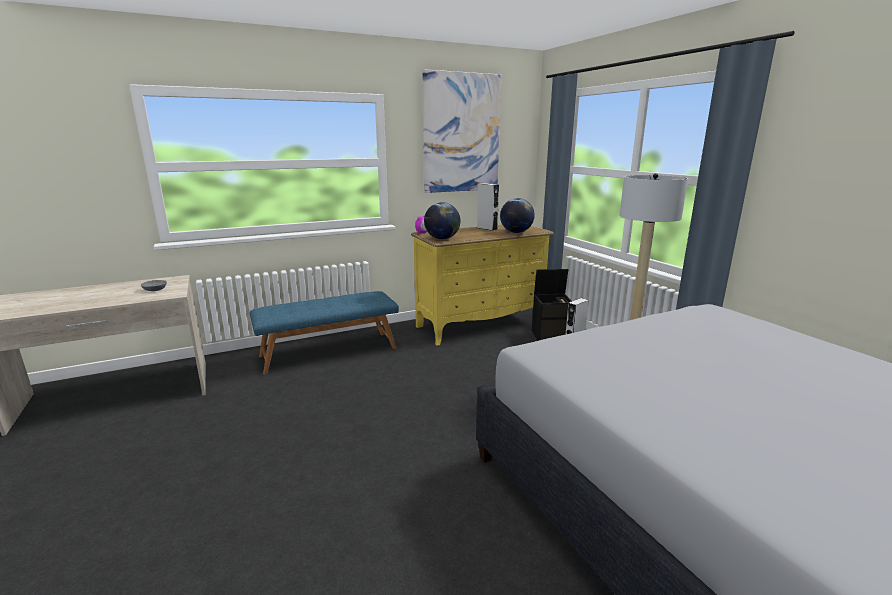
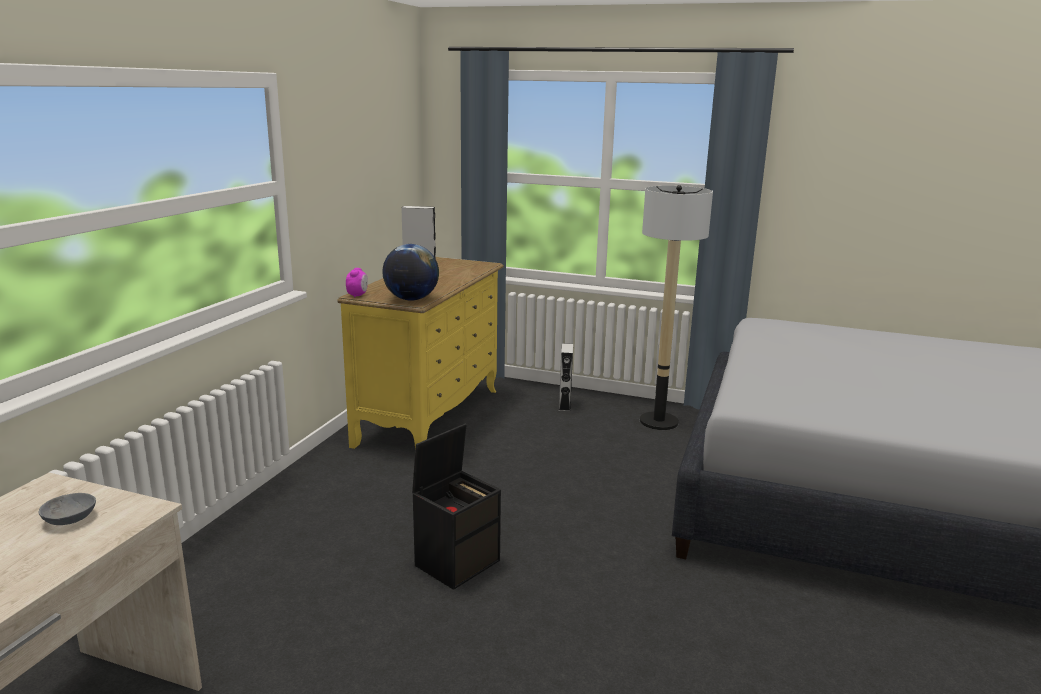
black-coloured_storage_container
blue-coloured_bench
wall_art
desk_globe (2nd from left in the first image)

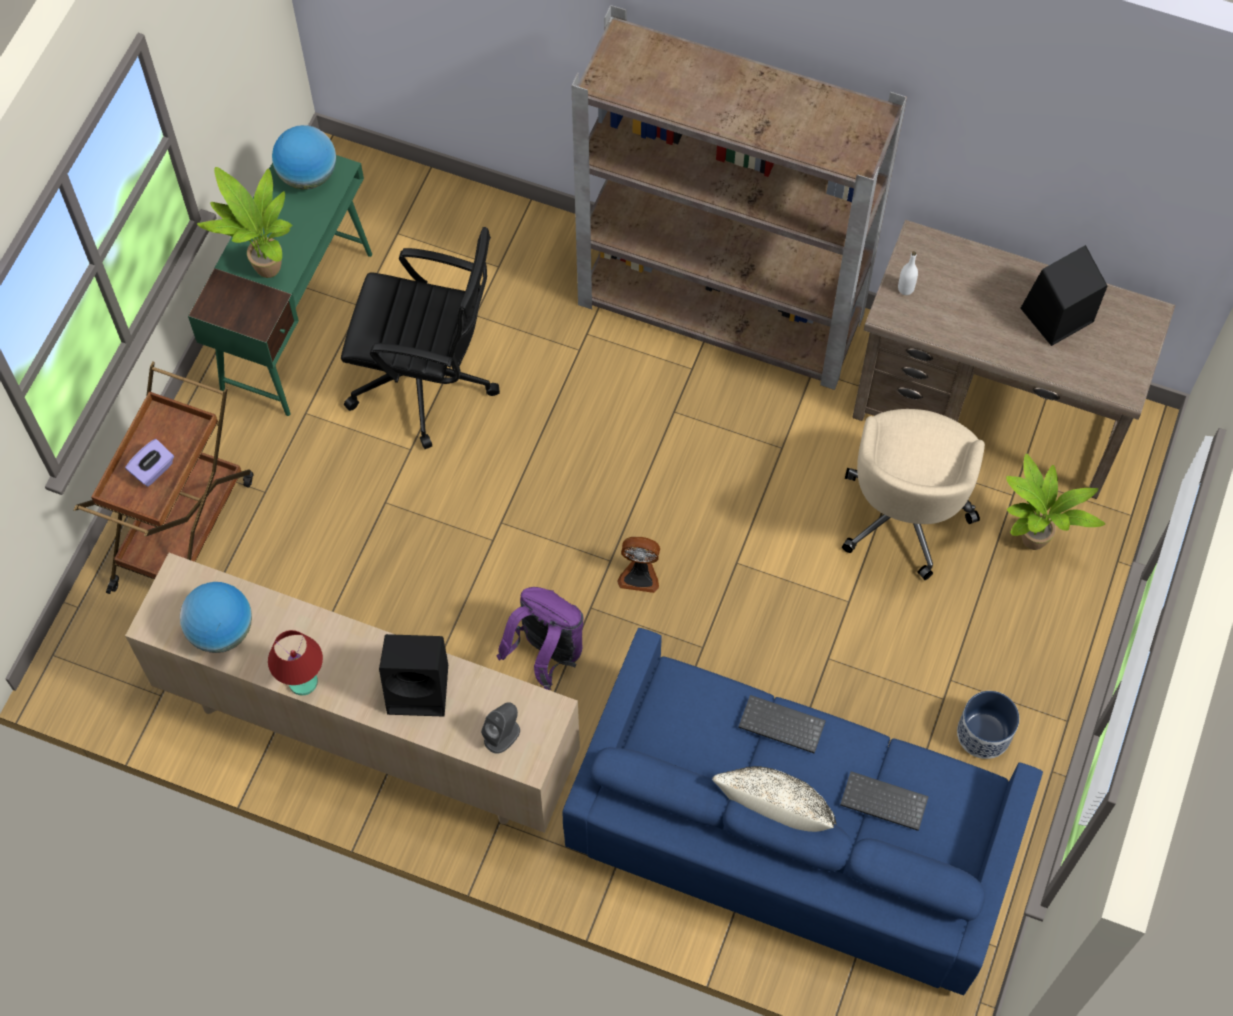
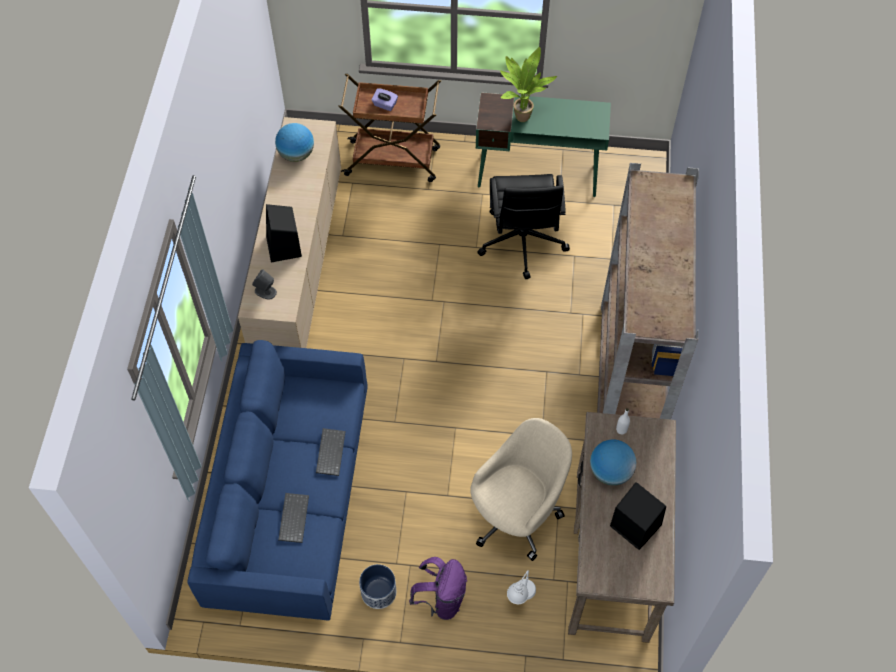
purple_knapsack
sand-coloured_desk_chair
whitish_lamp_for_a_table
desk_globe (2nd from left)
red-coloured_lamp_for_a_table
fan
sand-coloured_throw_pillow

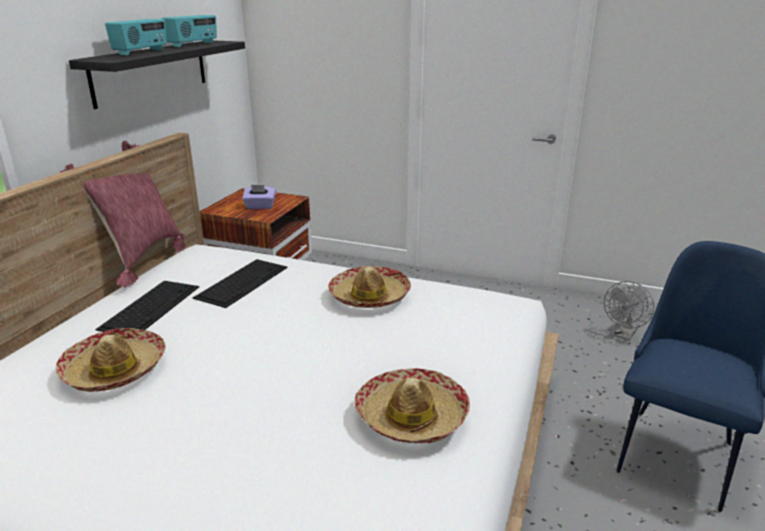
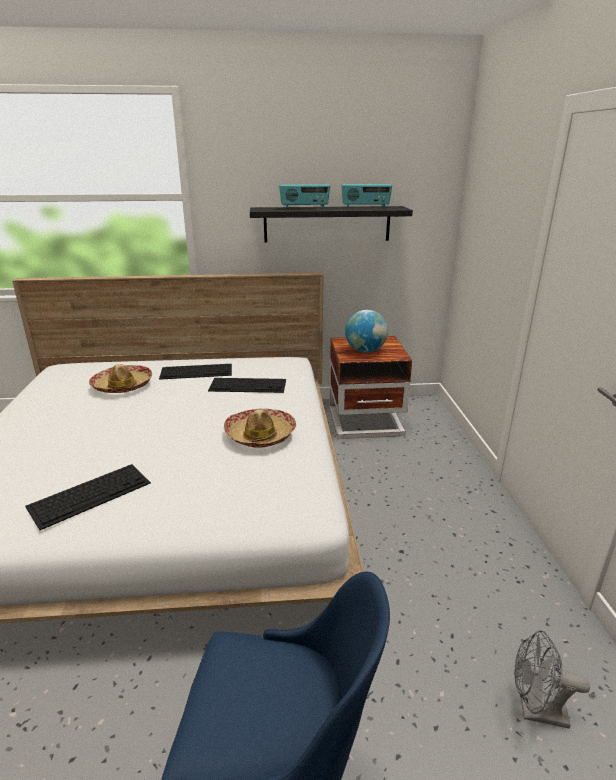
keyboard (1st from left)
desk_globe
red-coloured_throw_pillow

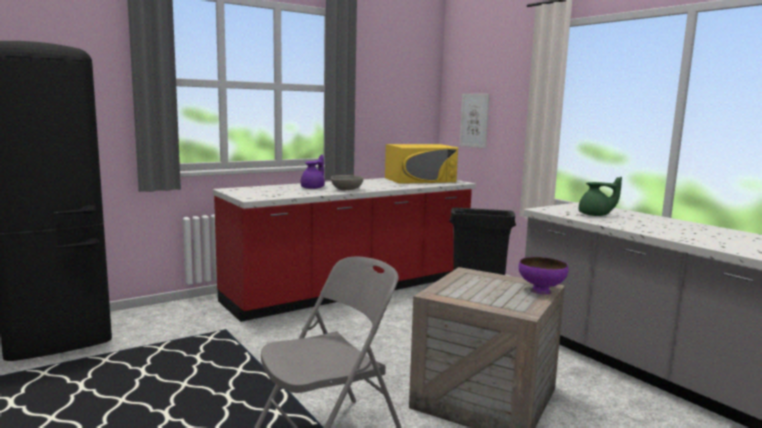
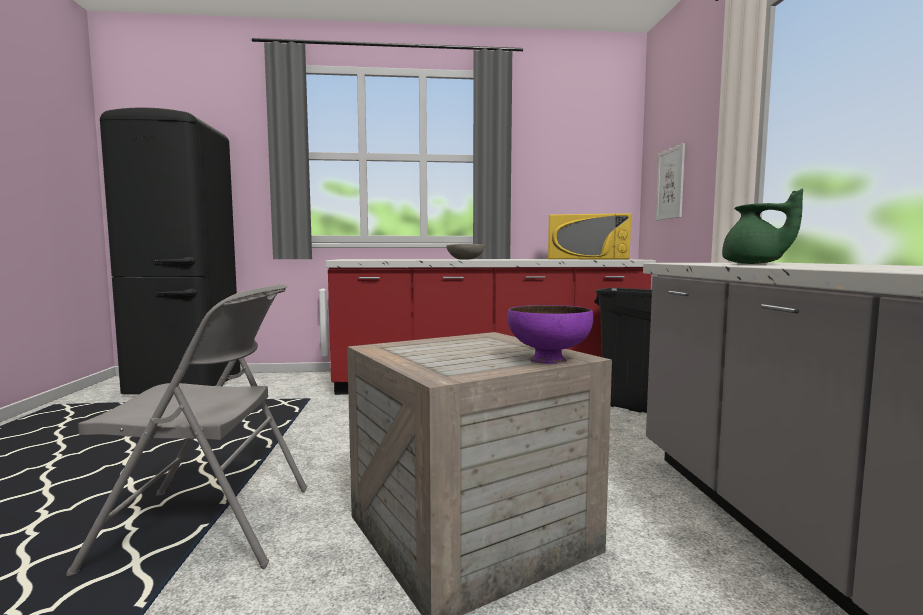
purple_tea_pot

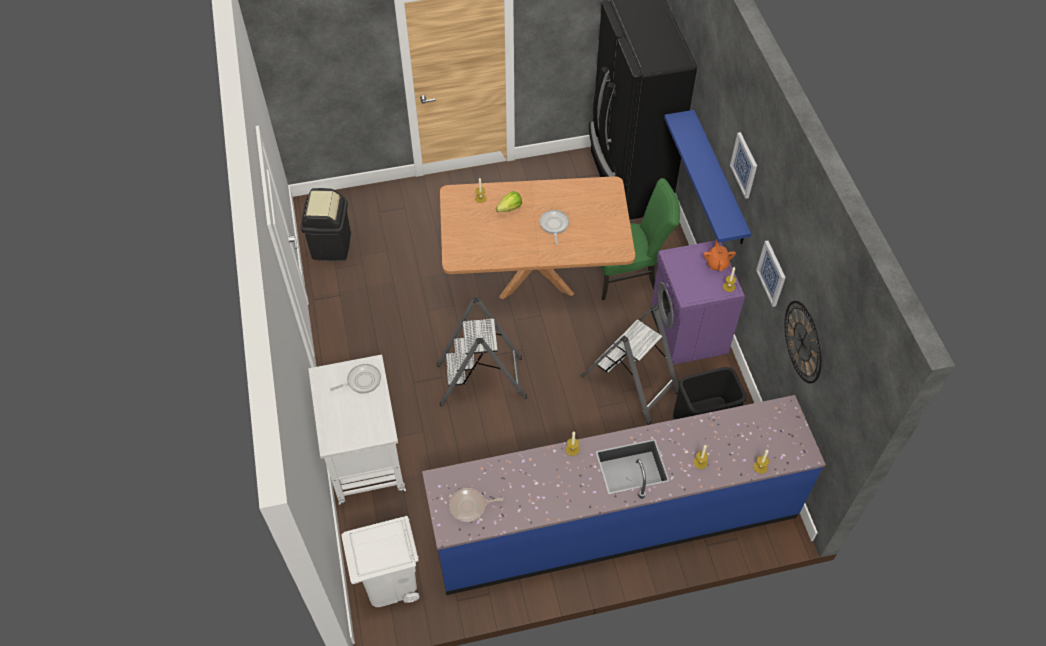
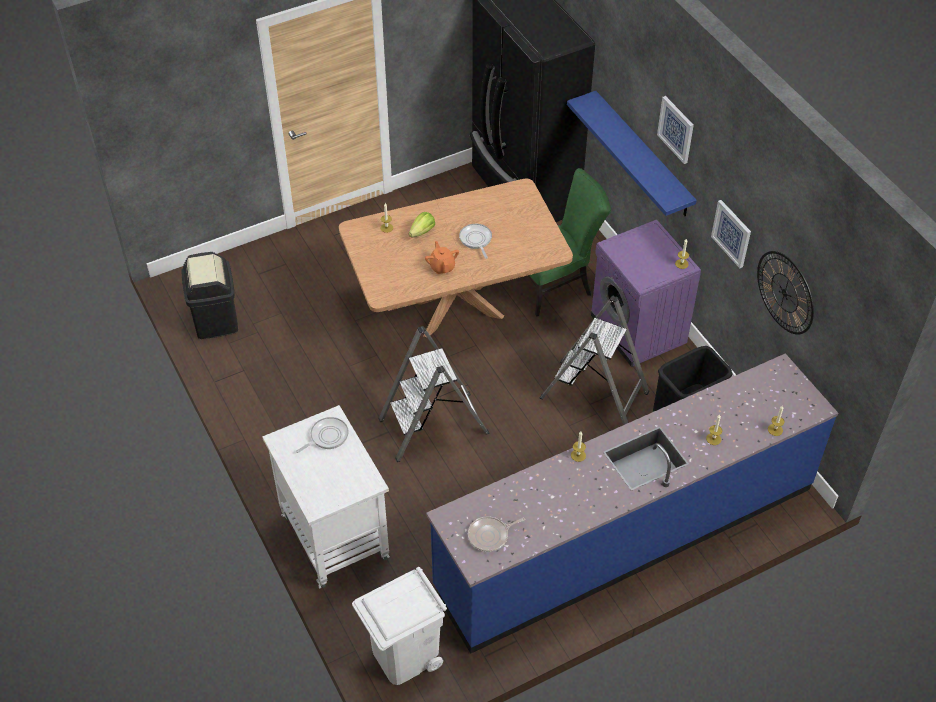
orange_tea_pot

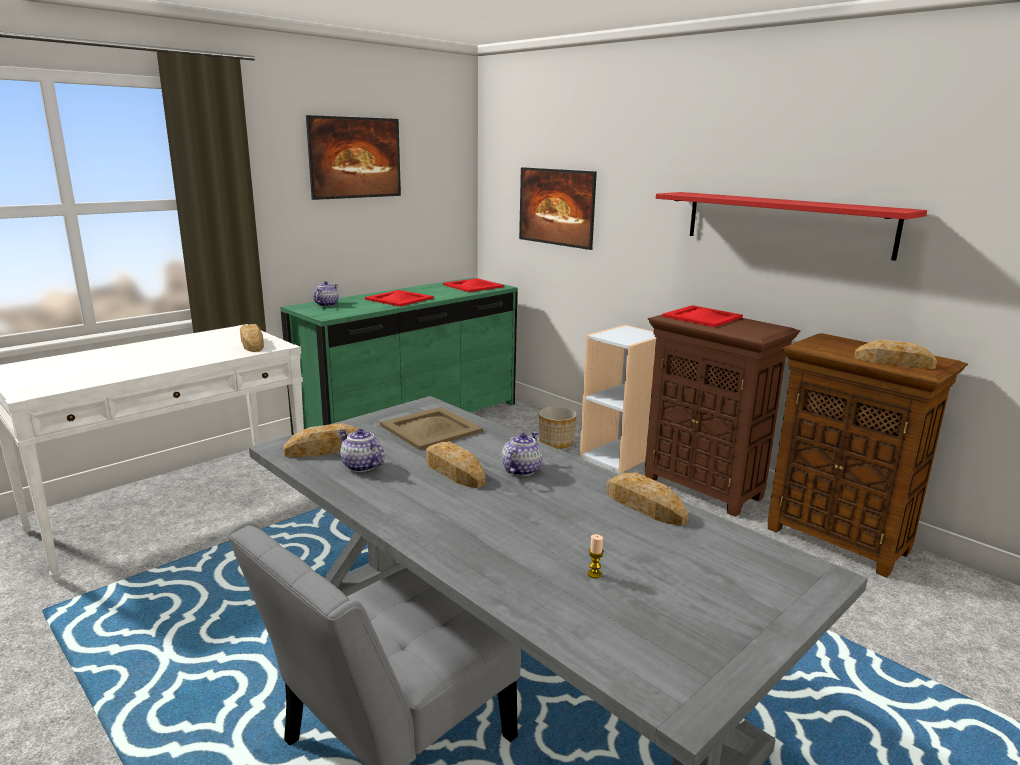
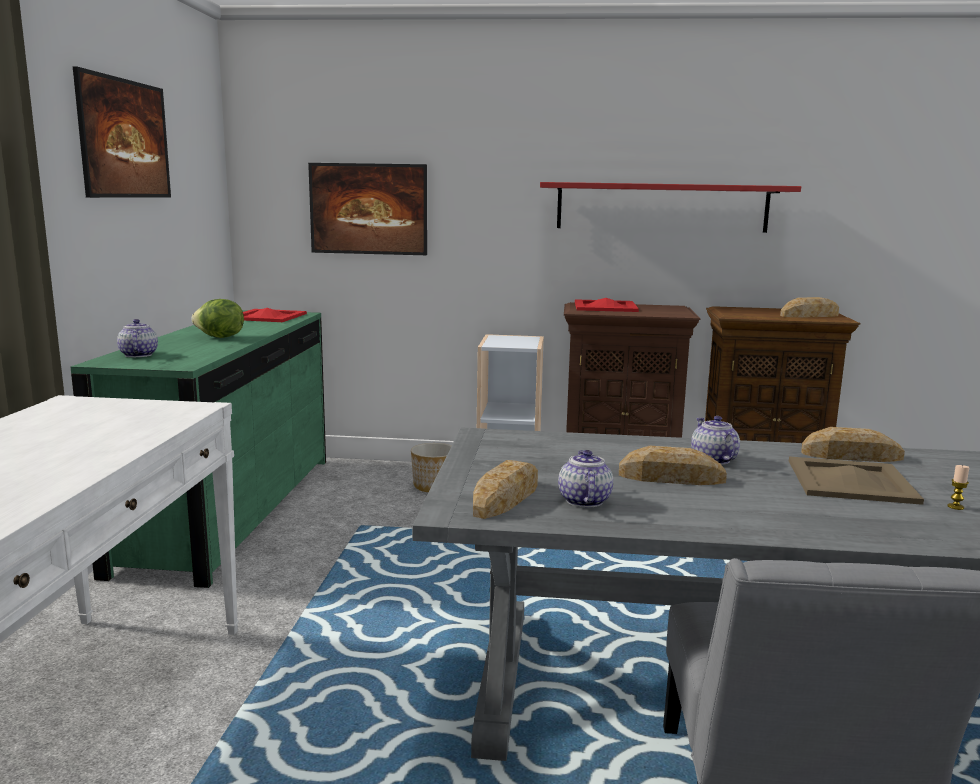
head_of_lettuce
tea_pot (2nd from left)
sand-coloured_carrying_tray
baked_bread (1st from left in the first image)

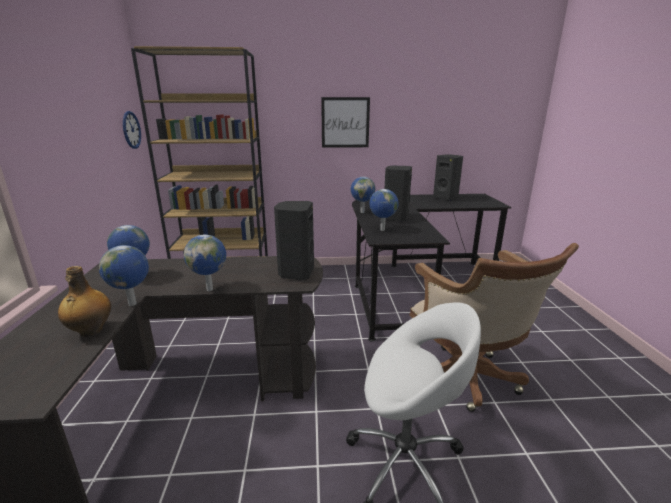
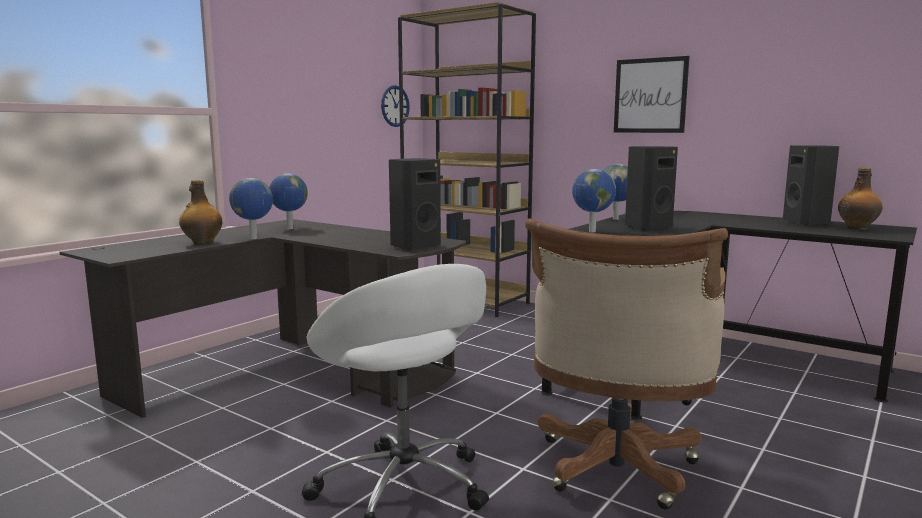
drink_bottle (2nd from left)
desk_globe (3rd from left in the first image)

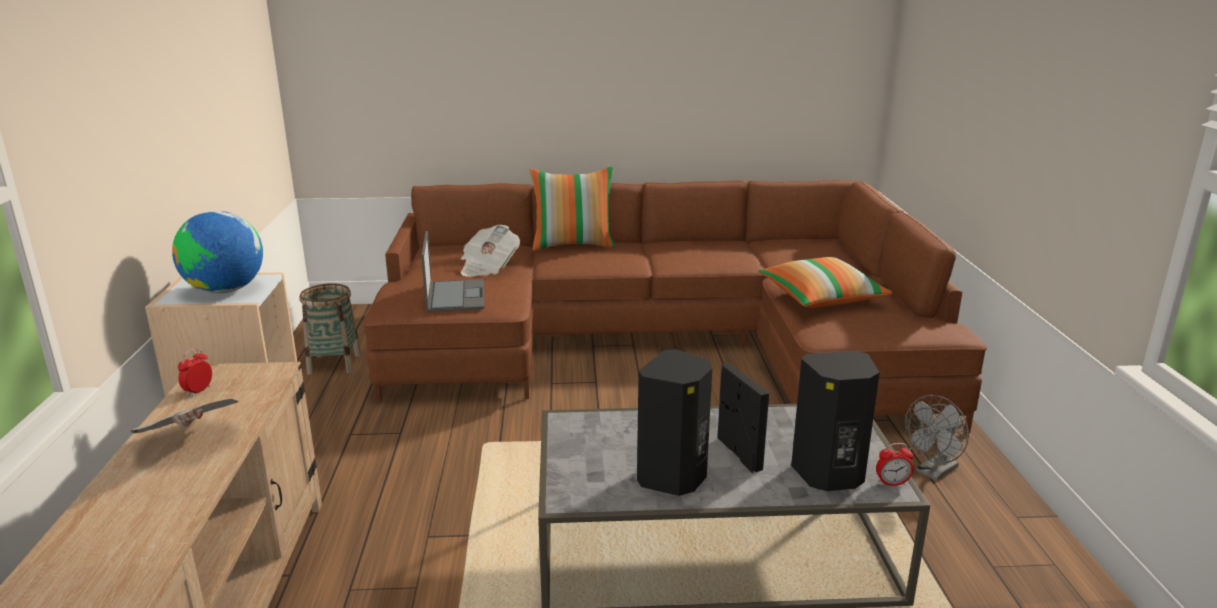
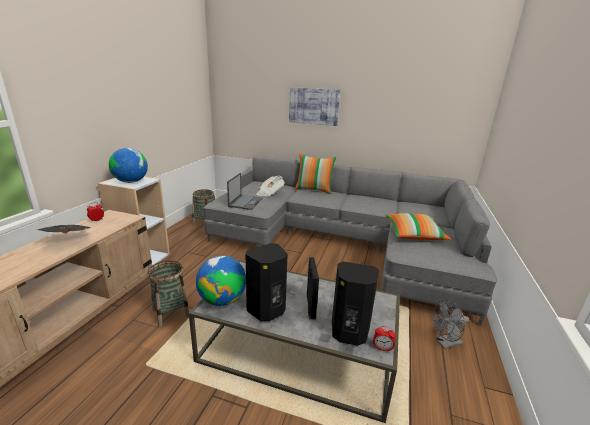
basket (1st from left)
desk_globe (2nd from left)
grey_couch
wall_art

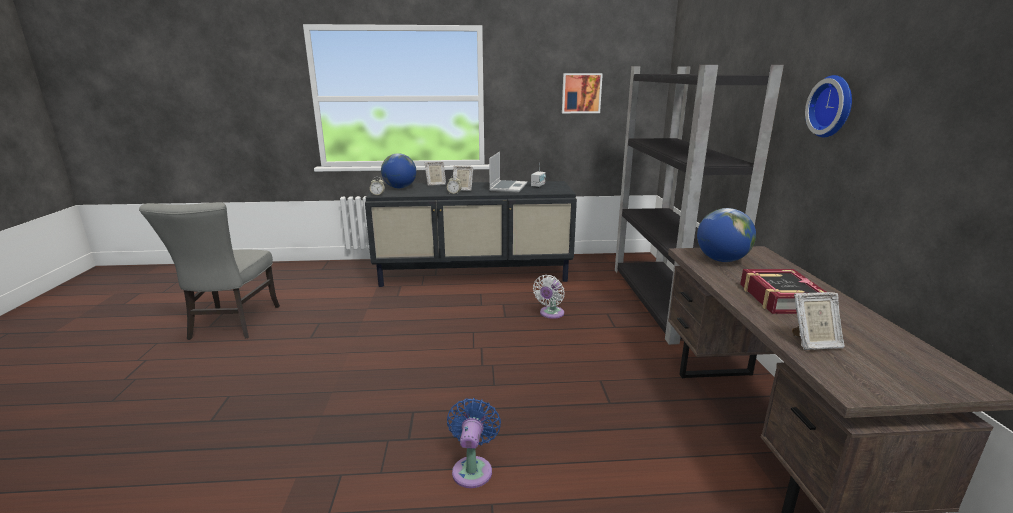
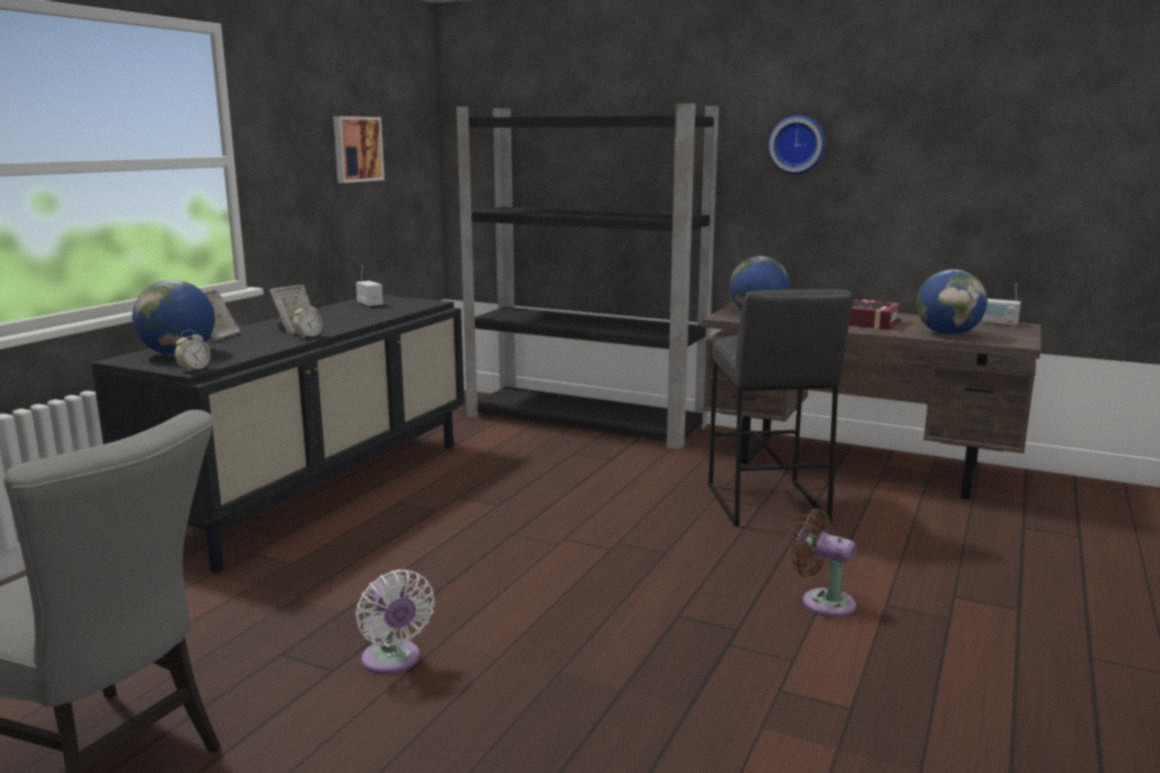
whitish_fan
grey_stool_seat
brownish_fan
desk_globe (3rd from left)
radio (2nd from left)
portable_computer

